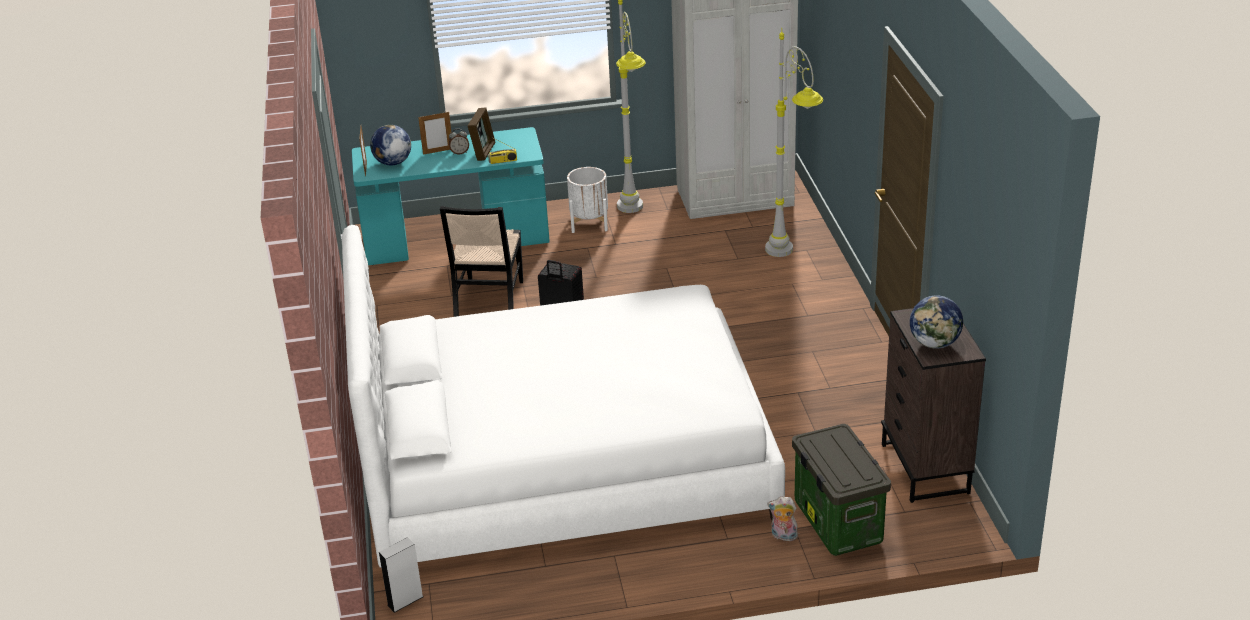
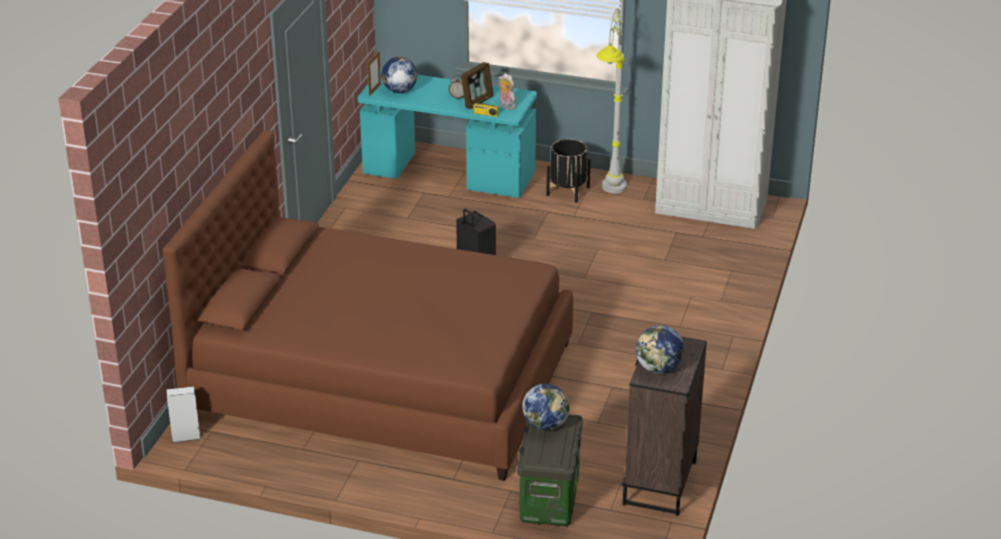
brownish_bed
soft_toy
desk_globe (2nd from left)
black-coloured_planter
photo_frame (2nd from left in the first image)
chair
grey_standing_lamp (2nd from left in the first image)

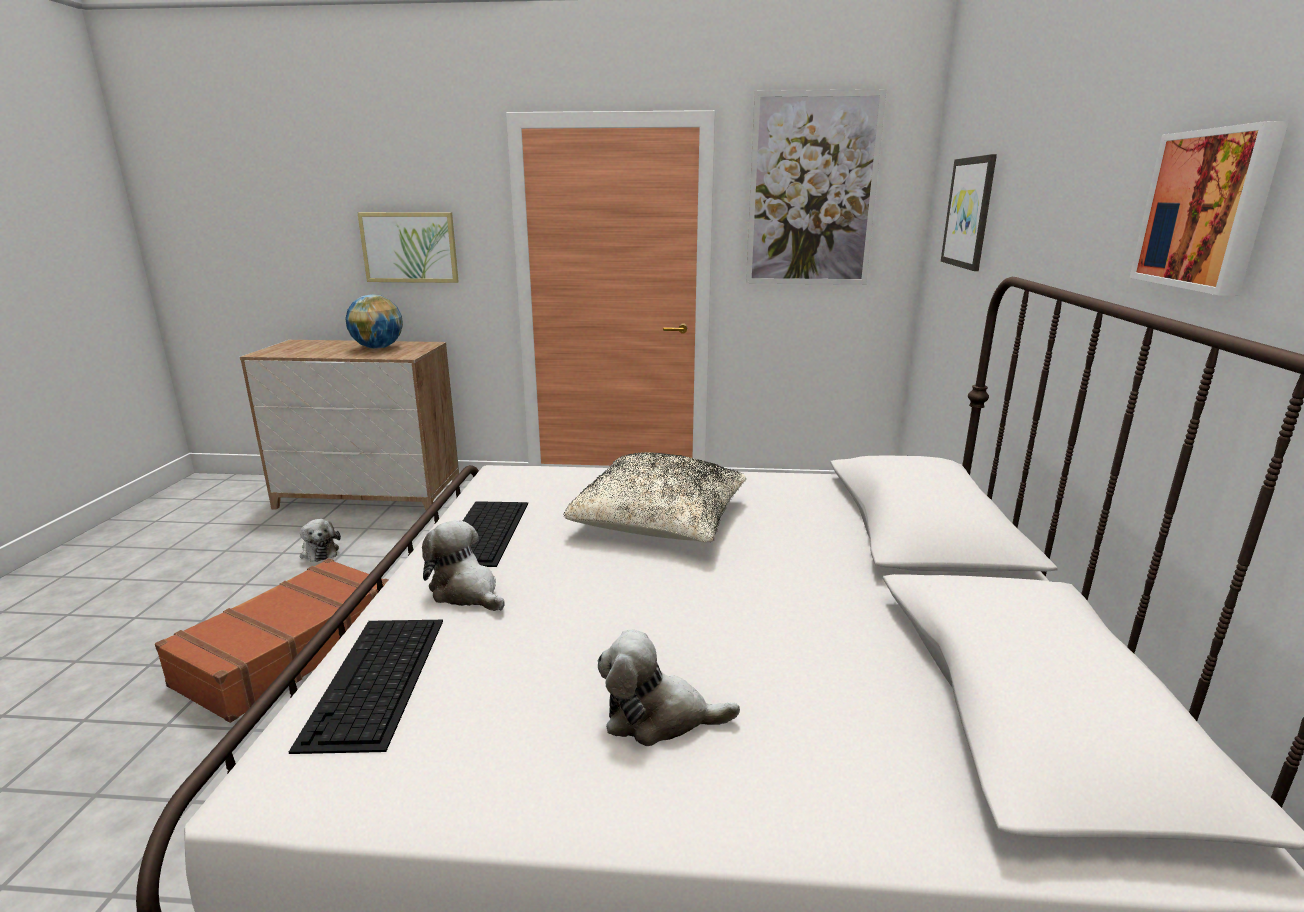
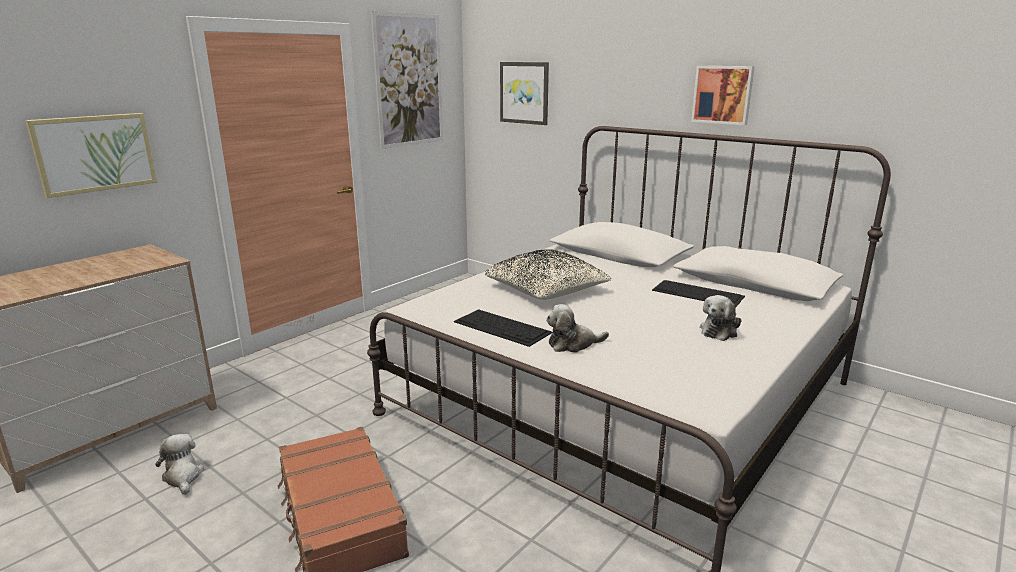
soft_toy (1st from left)
keyboard (2nd from left)
desk_globe

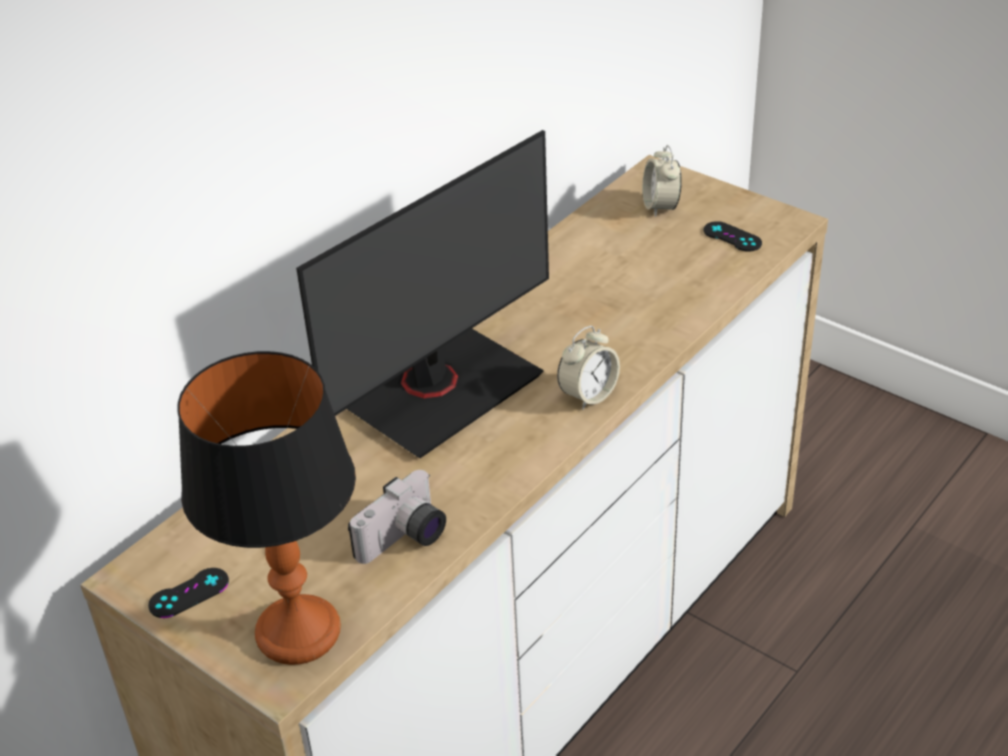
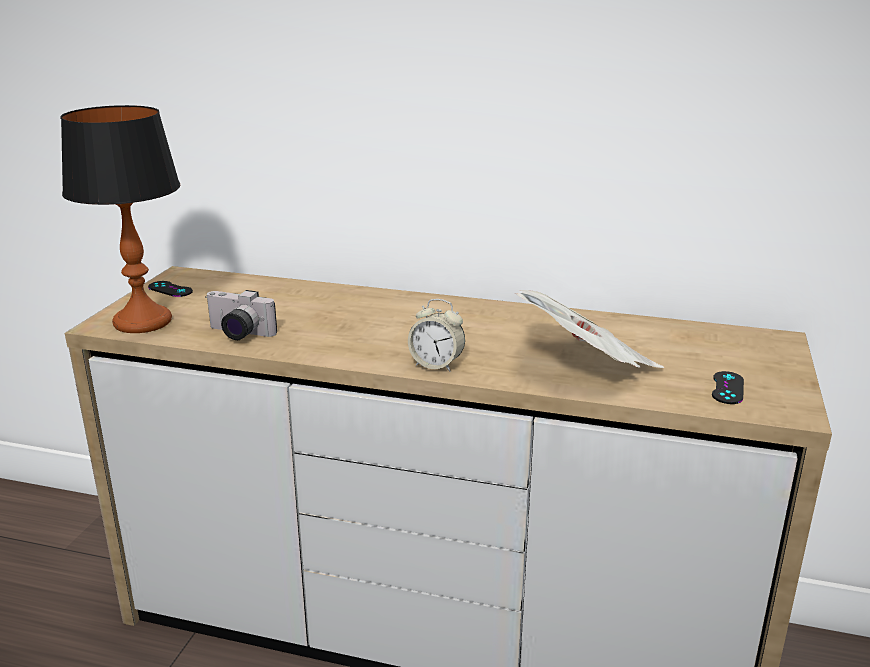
newspaper
computer_display
table_clock (2nd from left in the first image)

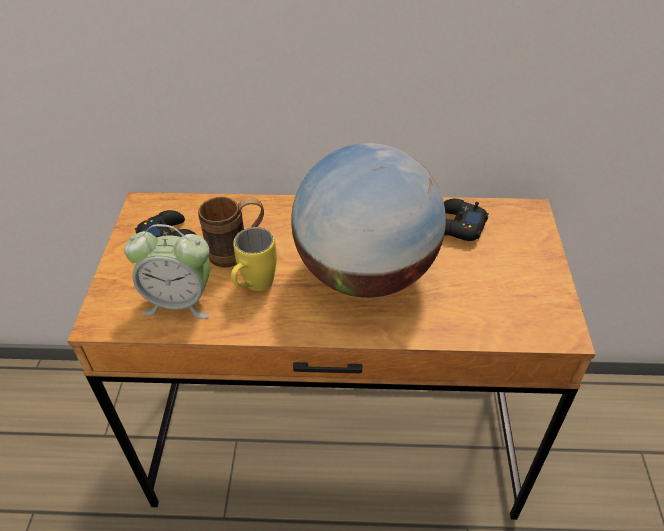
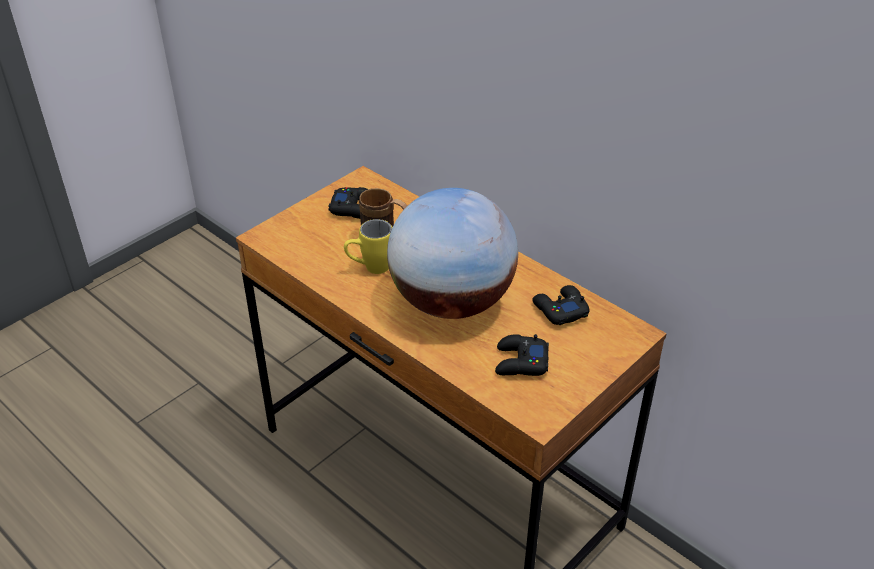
black-coloured_game_controller (2nd from left)
table_clock

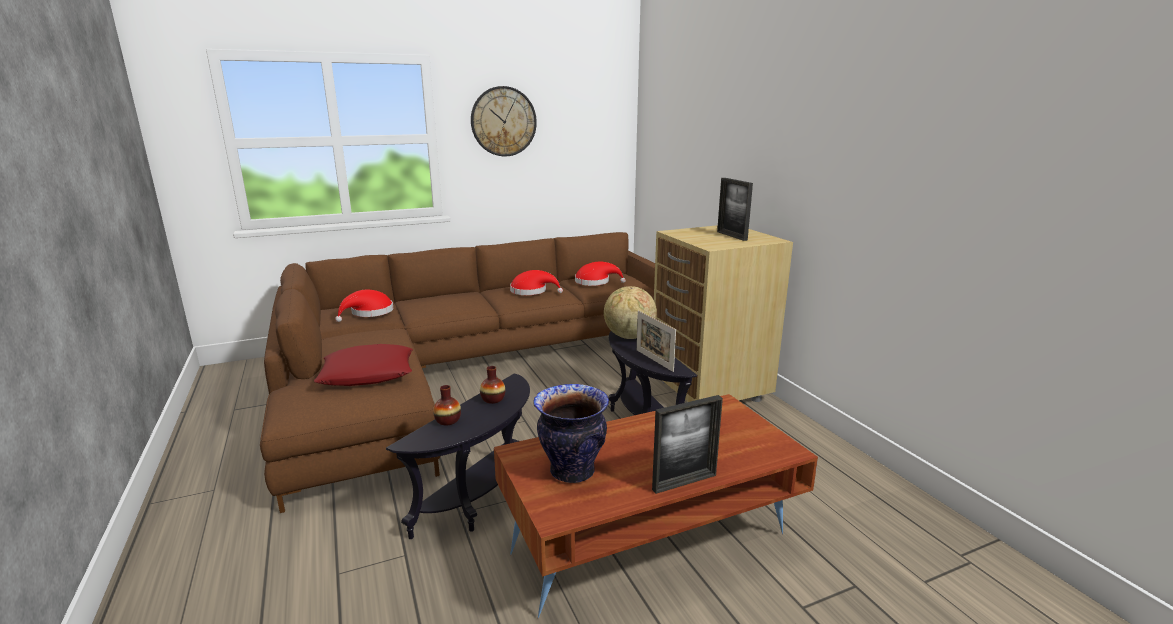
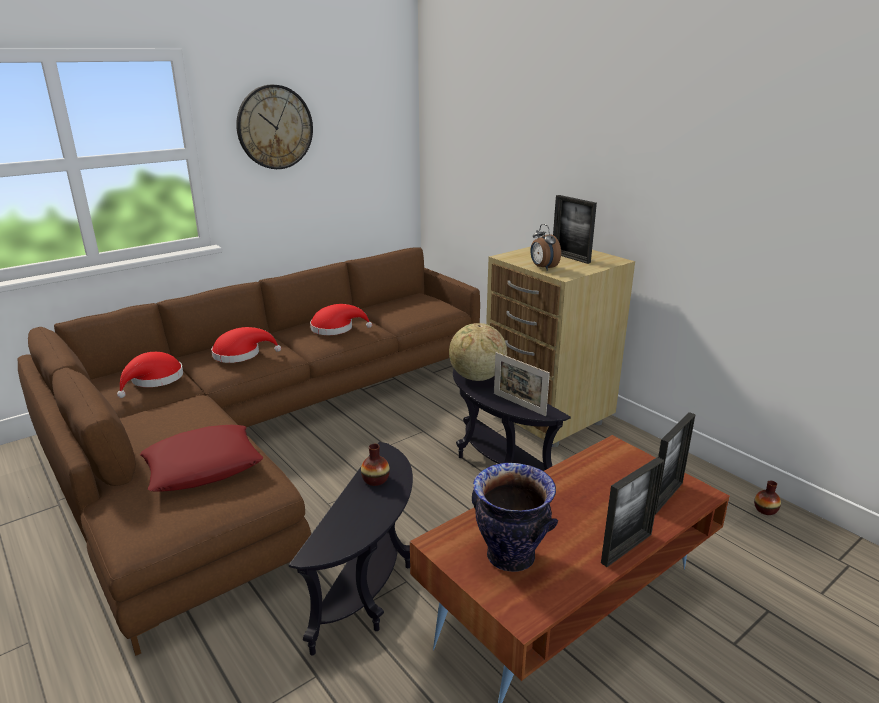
red-coloured_wearable_hat (2nd from left)
table_clock
photo_frame (4th from left)
vase (3rd from left)

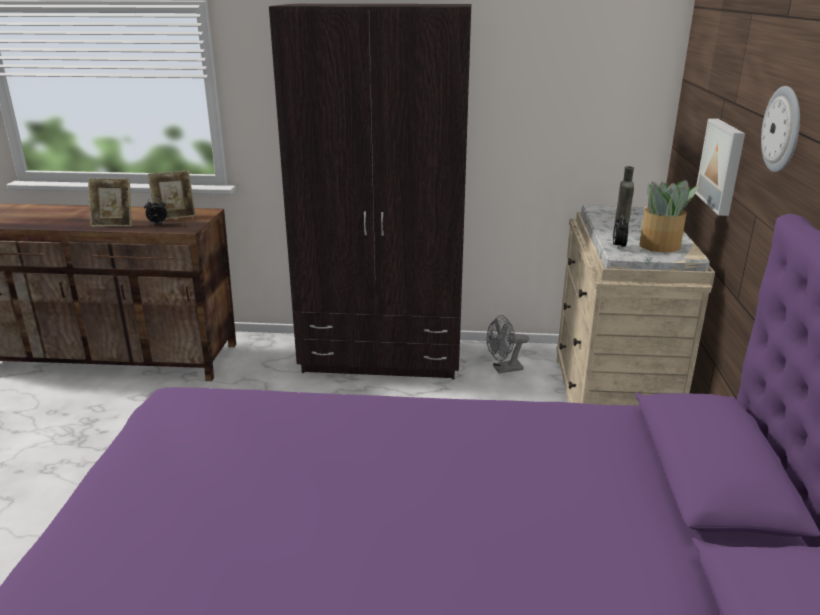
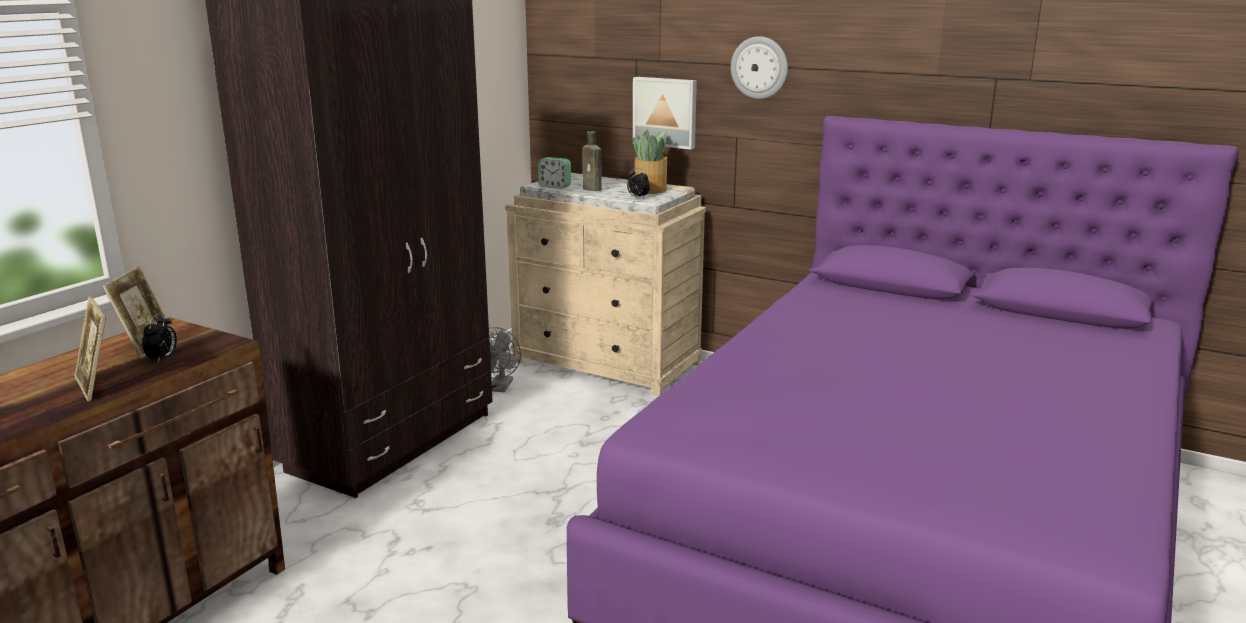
photo_frame (1st from left)
table_clock (2nd from left)

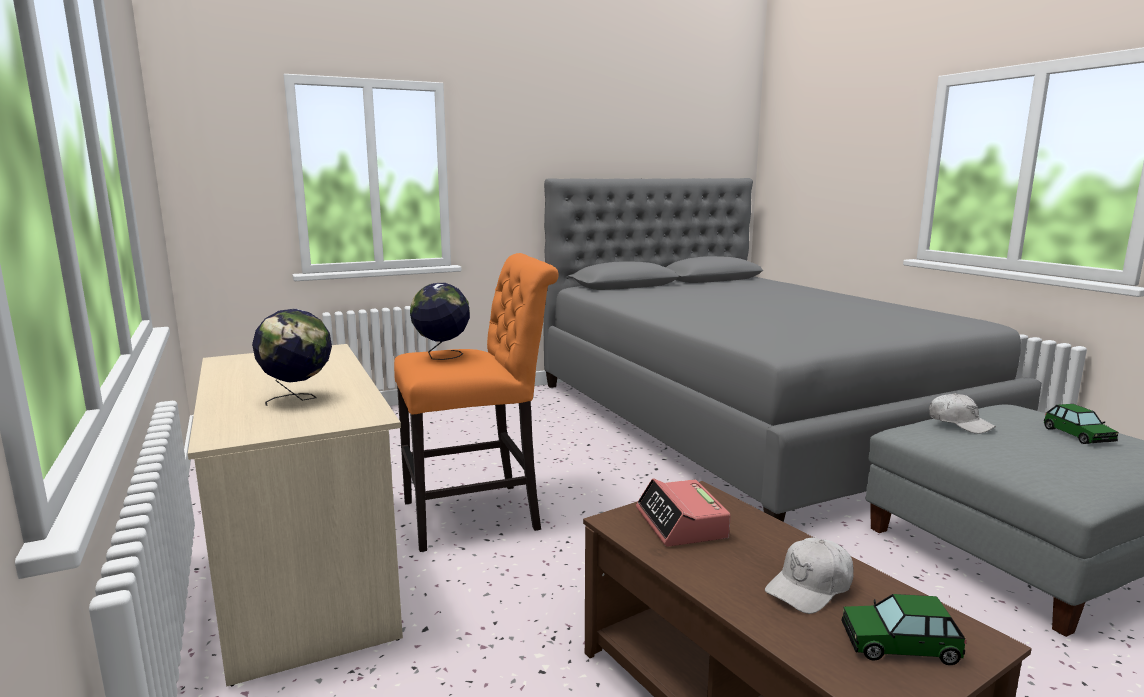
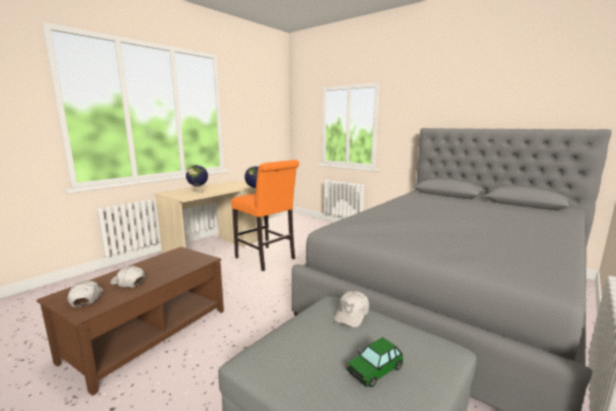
whitish_cap (1st from left)
table_clock

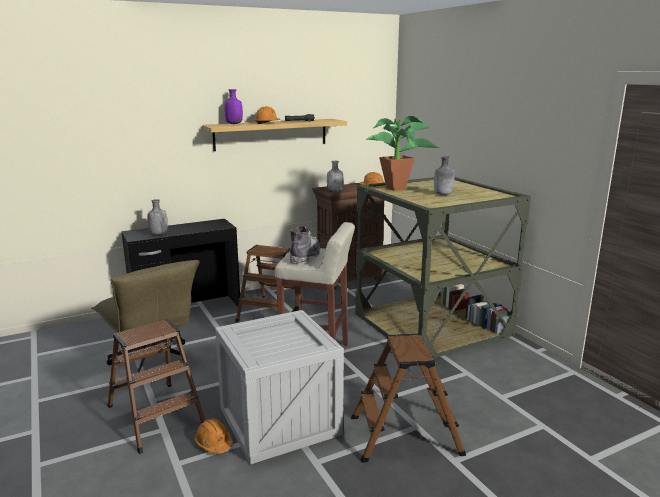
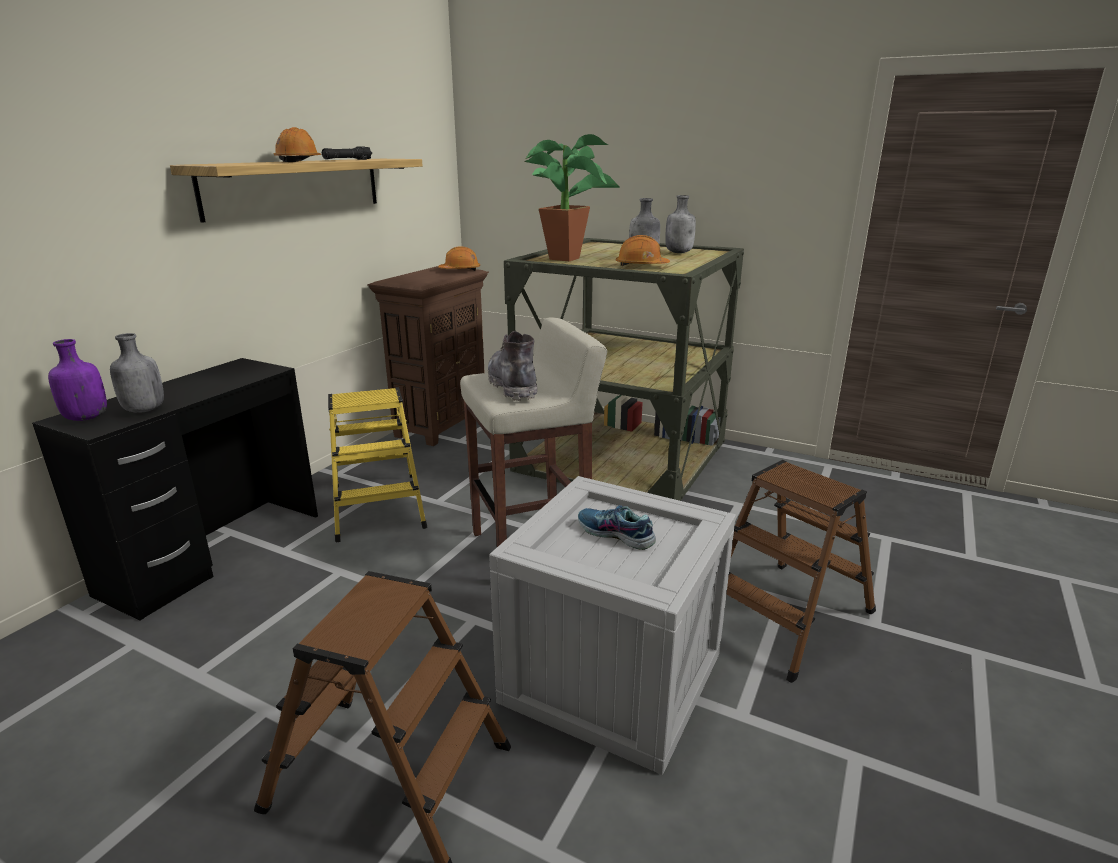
purple_drink_bottle
yellowish_step_ladder
shoe
orange_safety_helmet (3rd from left)
grey_drink_bottle (3rd from left)
sand-coloured_desk_chair

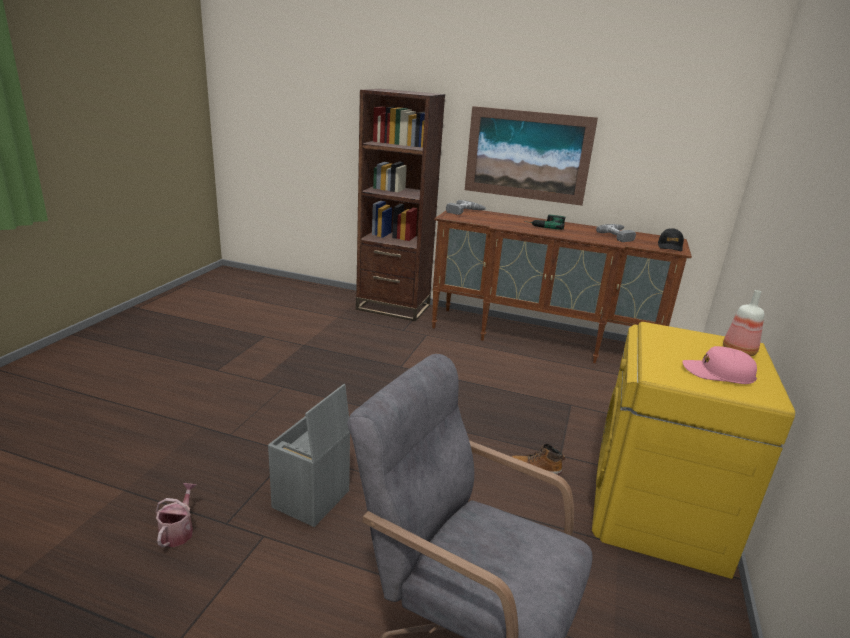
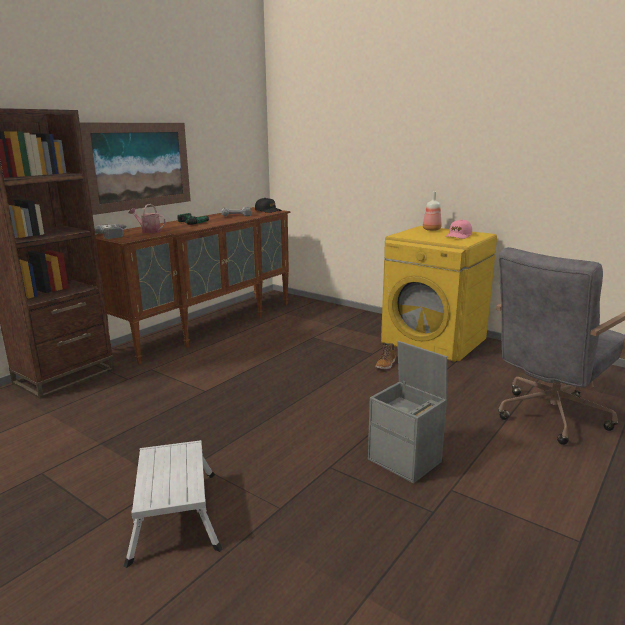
whitish_step_ladder
watering_pot

